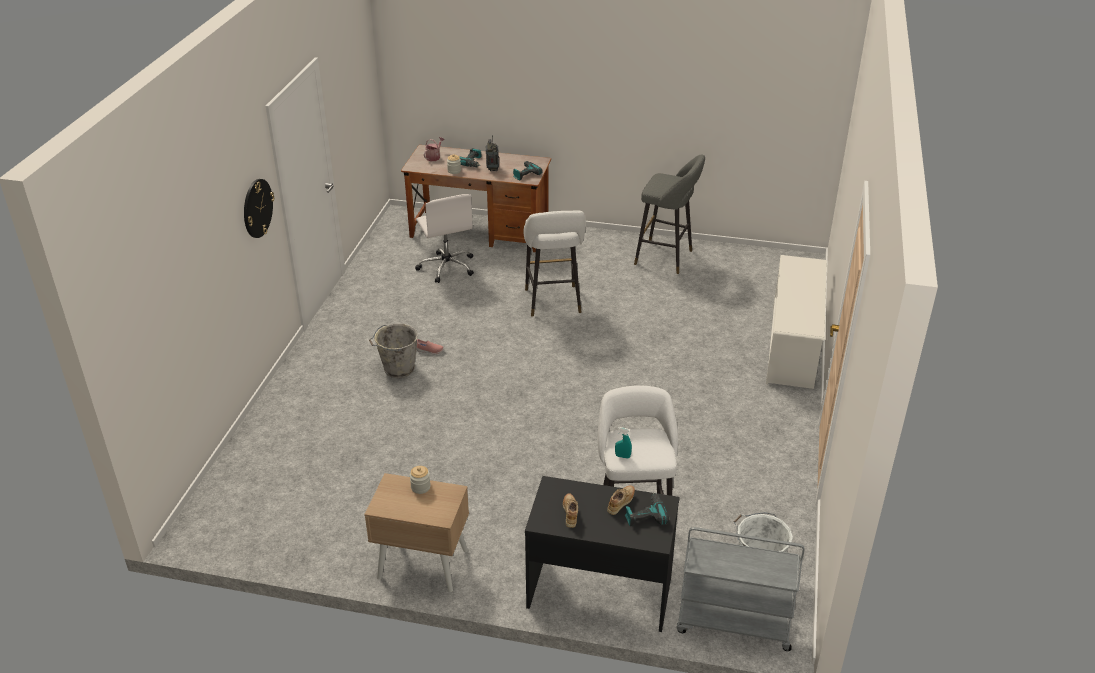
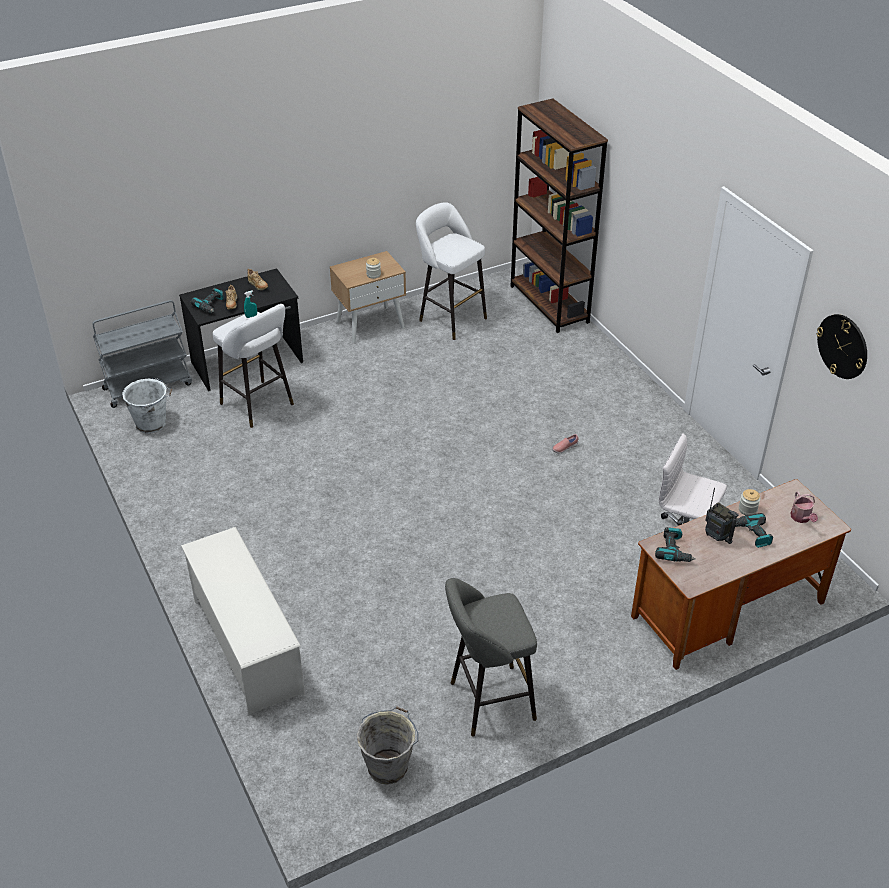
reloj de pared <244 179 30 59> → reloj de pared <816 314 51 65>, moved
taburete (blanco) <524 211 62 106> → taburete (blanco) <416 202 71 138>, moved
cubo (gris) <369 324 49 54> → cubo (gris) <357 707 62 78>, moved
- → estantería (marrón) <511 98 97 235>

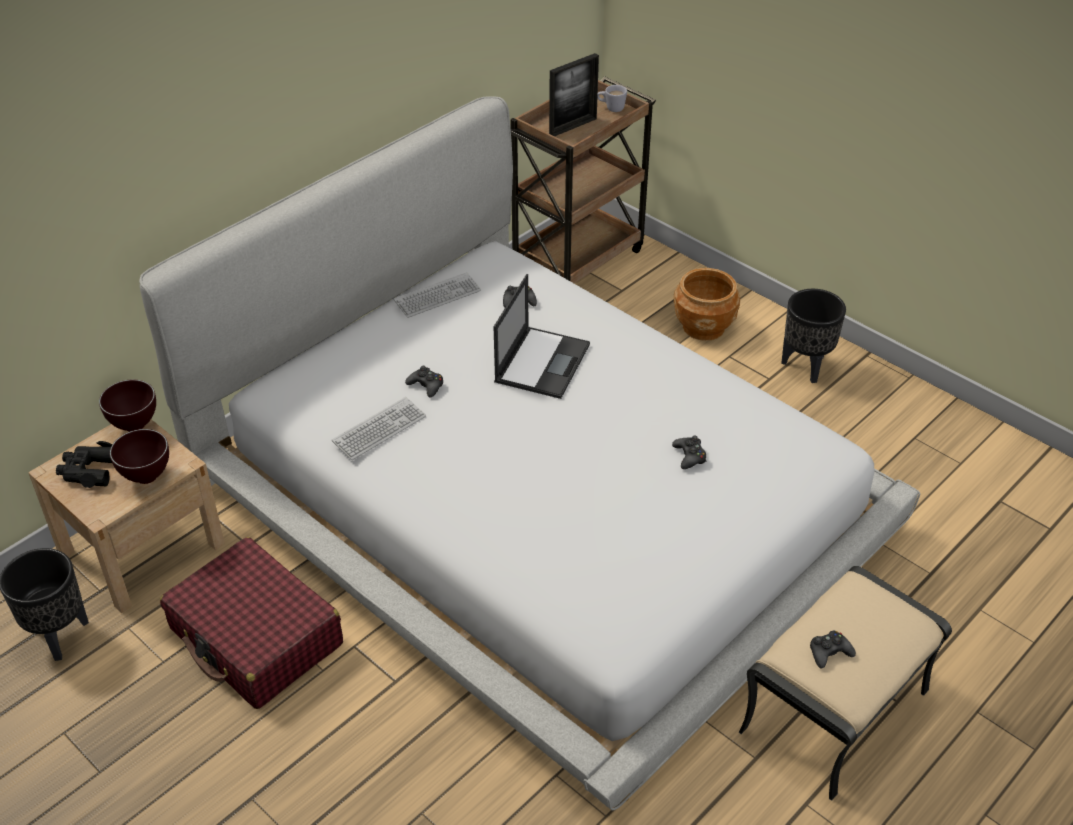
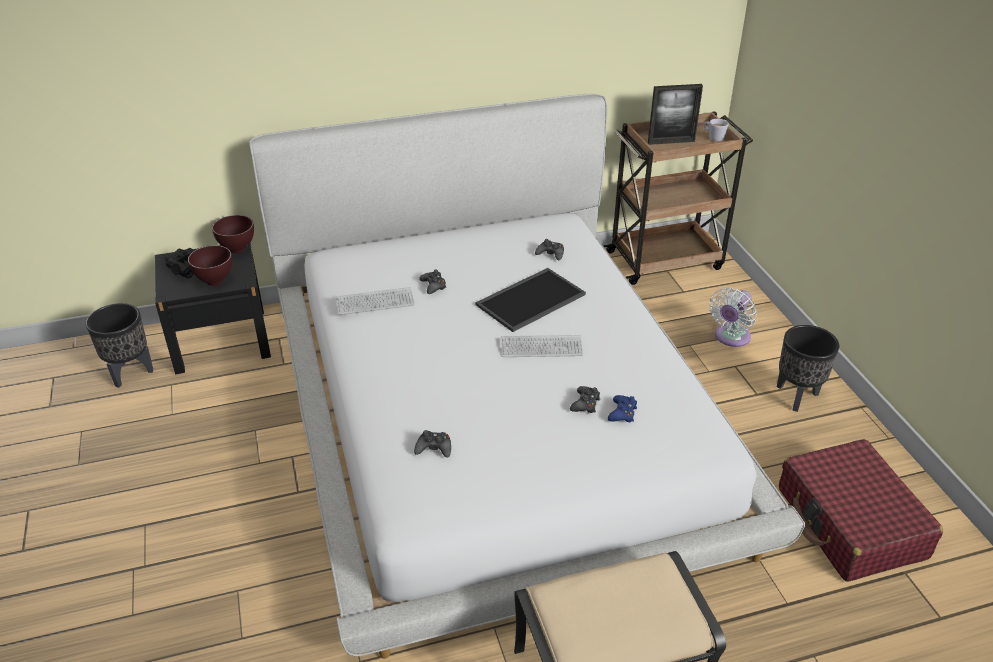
maceta (marrón) <674 268 66 73> → ventilador (blanco) <709 287 47 60>
teclado <394 272 87 46> → teclado <501 335 82 22>, moved
portátil <494 274 96 125> → bandeja <476 268 110 64>
mesita de noche (beis) <28 419 197 194> → mesita de noche (negro) <155 244 116 130>
maleta (rojo) <160 537 183 172> → maleta (rojo) <779 439 164 143>, moved
mando de consola (negro) <810 631 46 38> → mando de consola (negro) <414 430 37 28>, moved
- → mando de consola (azul) <608 395 29 27>

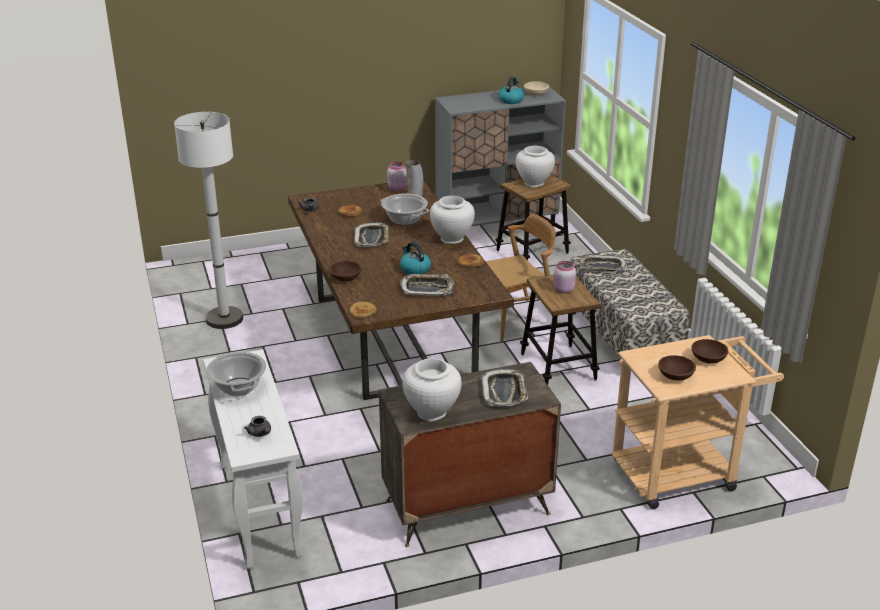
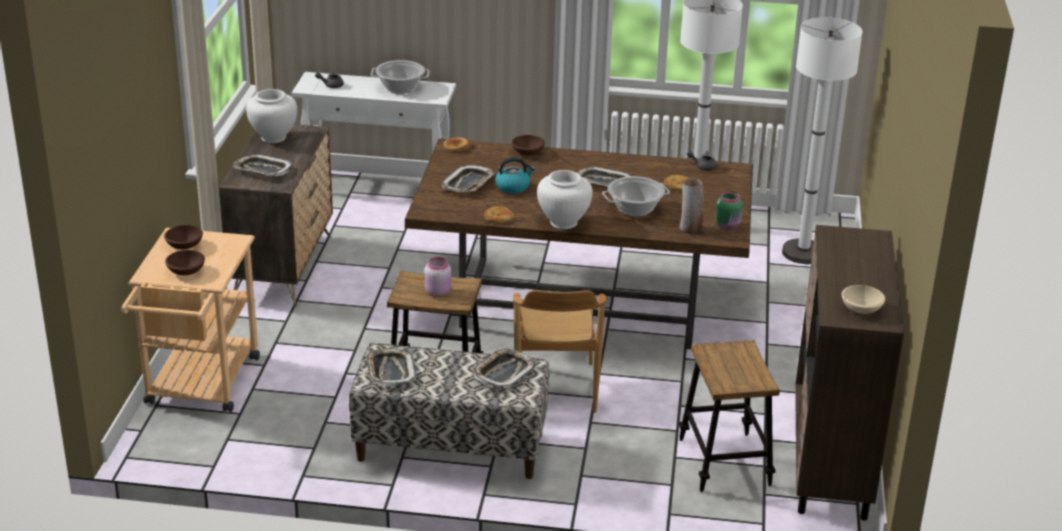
hervidor <499 77 25 27> → -
armario (gris) <435 87 131 140> → armario (marrón) <795 225 109 296>
florero (blanco) <516 146 39 42> → -
tarro (rosa) <387 162 20 29> → tarro (verde) <715 191 28 38>
- → lámpara de pie (blanco) <782 17 80 247>
- → bandeja <366 349 50 38>

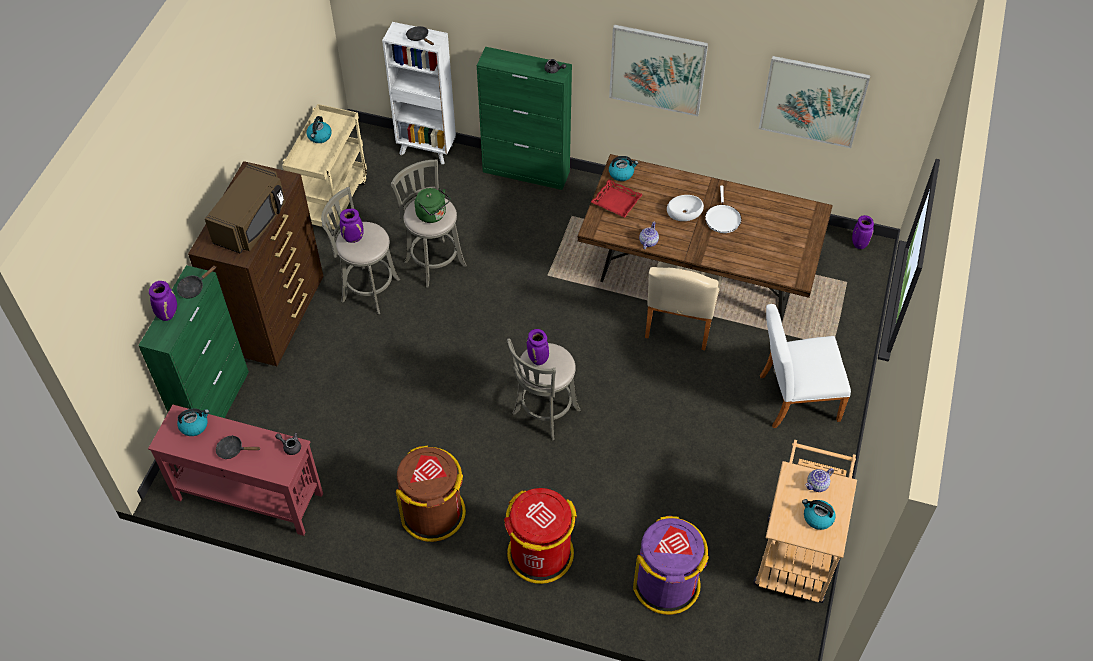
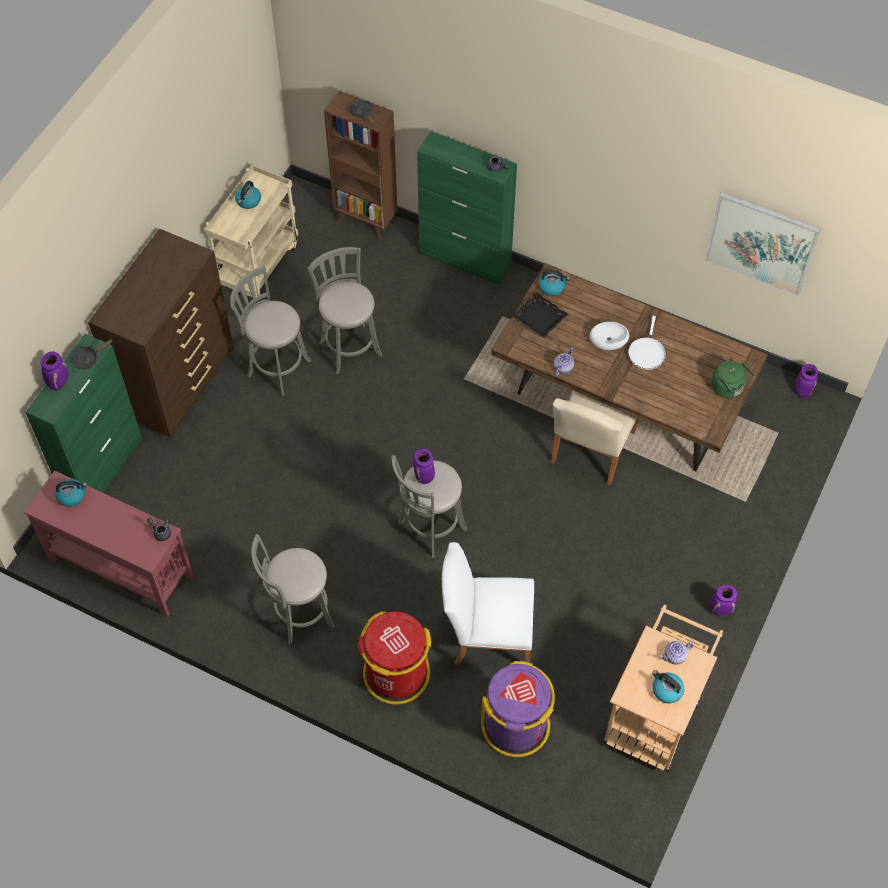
estantería (blanco) <382 22 74 142> → estantería (marrón) <324 91 73 148>
cuadro <609 24 99 92> → -
microondas (marrón) <205 163 81 90> → -
bandeja (rojo) <591 179 52 39> → bandeja (negro) <512 292 56 45>
hervidor (verde) <415 188 36 35> → hervidor (verde) <712 361 42 37>, moved
florero (morado) <340 209 24 34> → florero (morado) <710 585 27 31>, moved
silla (blanco) <760 304 91 124> → silla (blanco) <442 542 92 123>, moved
sartén (negro) <216 435 45 24> → -
papelera (marrón) <396 445 70 97> → taburete (gris) <251 534 84 111>

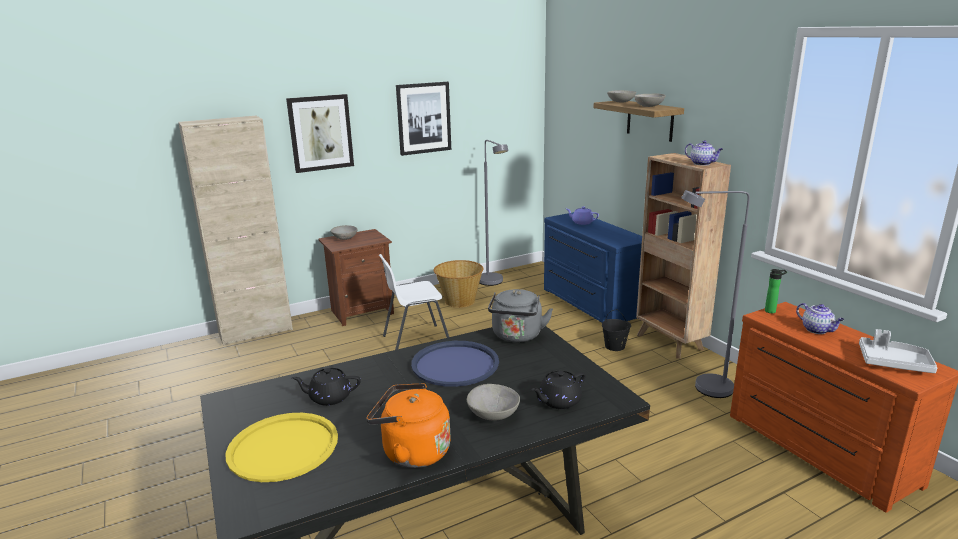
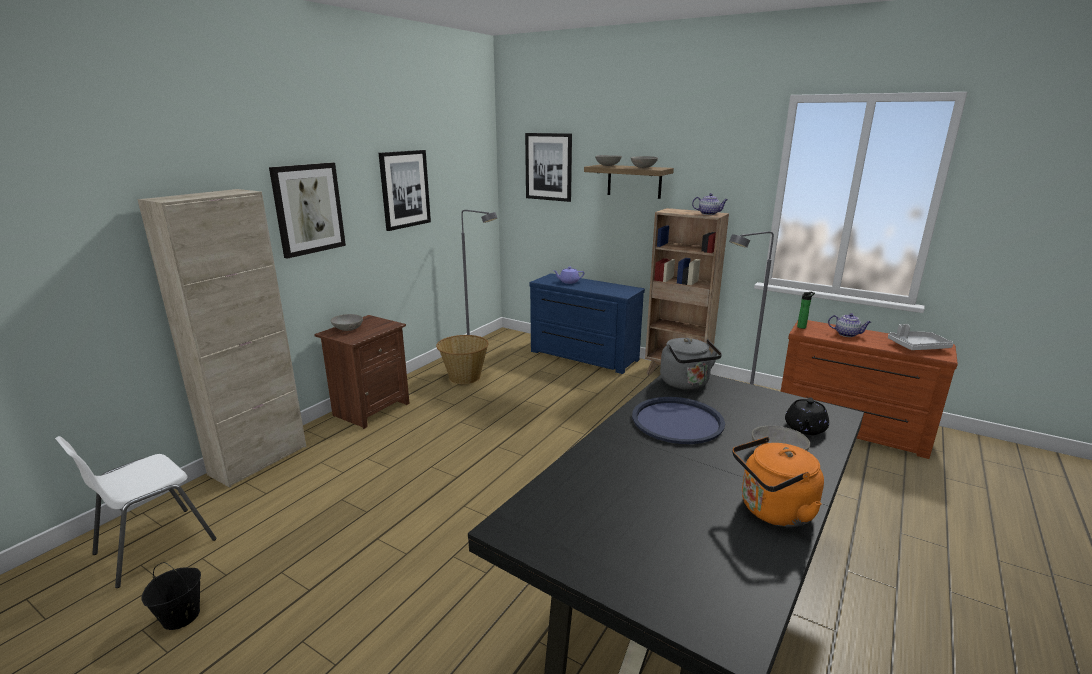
silla (blanco) <379 254 70 96> → silla (blanco) <55 436 162 152>, moved
cubo (negro) <602 309 29 42> → cubo (negro) <141 562 60 68>, moved
tetera (negro) <292 368 69 38> → -
bandeja (amarillo) <225 413 113 69> → -
- → cuadro <525 133 47 69>

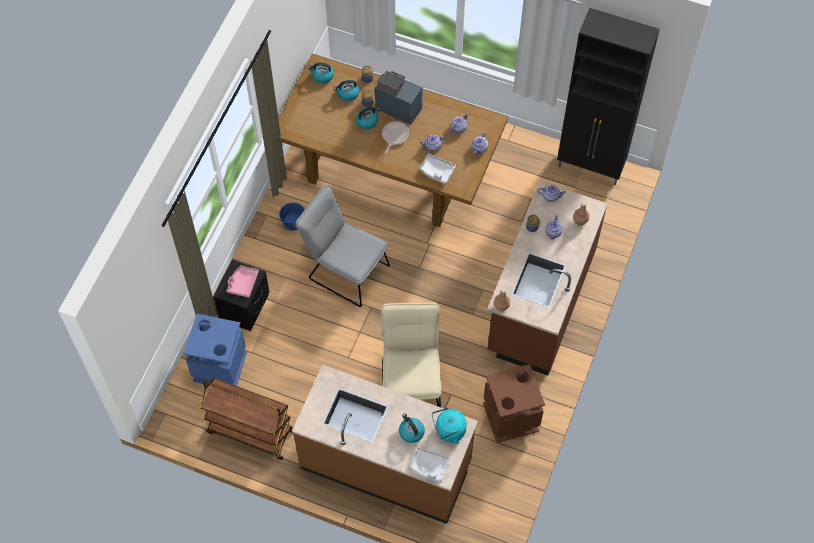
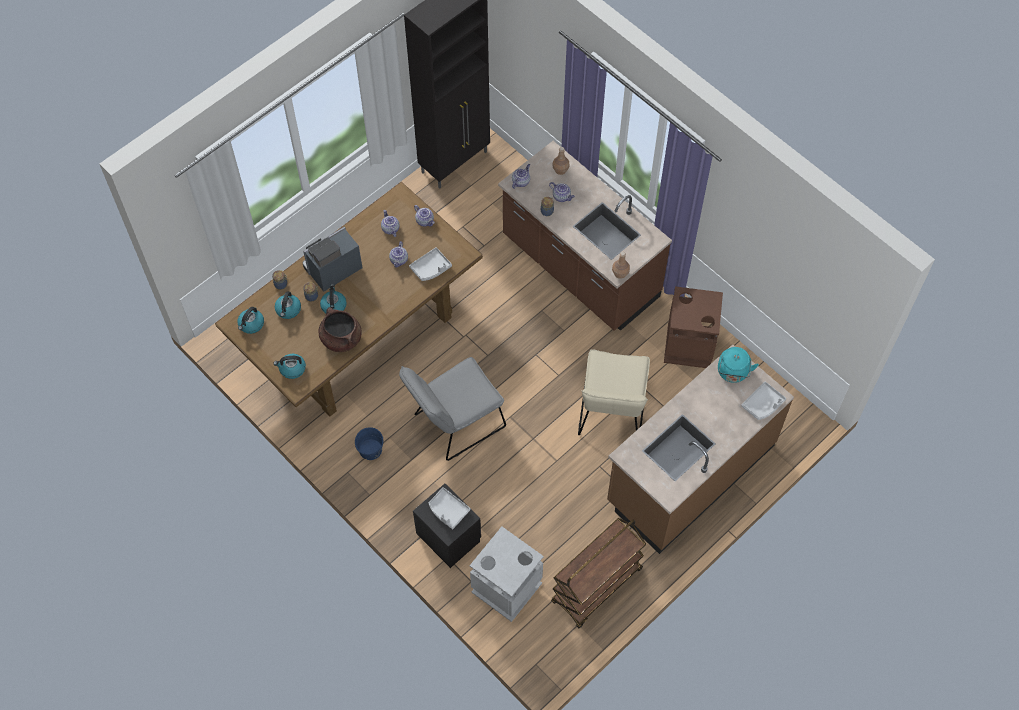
sartén <382 121 27 33> → -
bandeja (rosa) <227 265 32 33> → bandeja (gris) <429 487 42 42>
silla (beis) <380 302 61 105> → silla (beis) <578 349 72 86>, 105 degrees counterclockwise
papelera (azul) <184 314 63 72> → papelera (gris) <470 527 74 95>
hervidor <399 413 26 30> → hervidor <273 354 33 25>, moved
- → olla (marrón) <318 307 44 45>

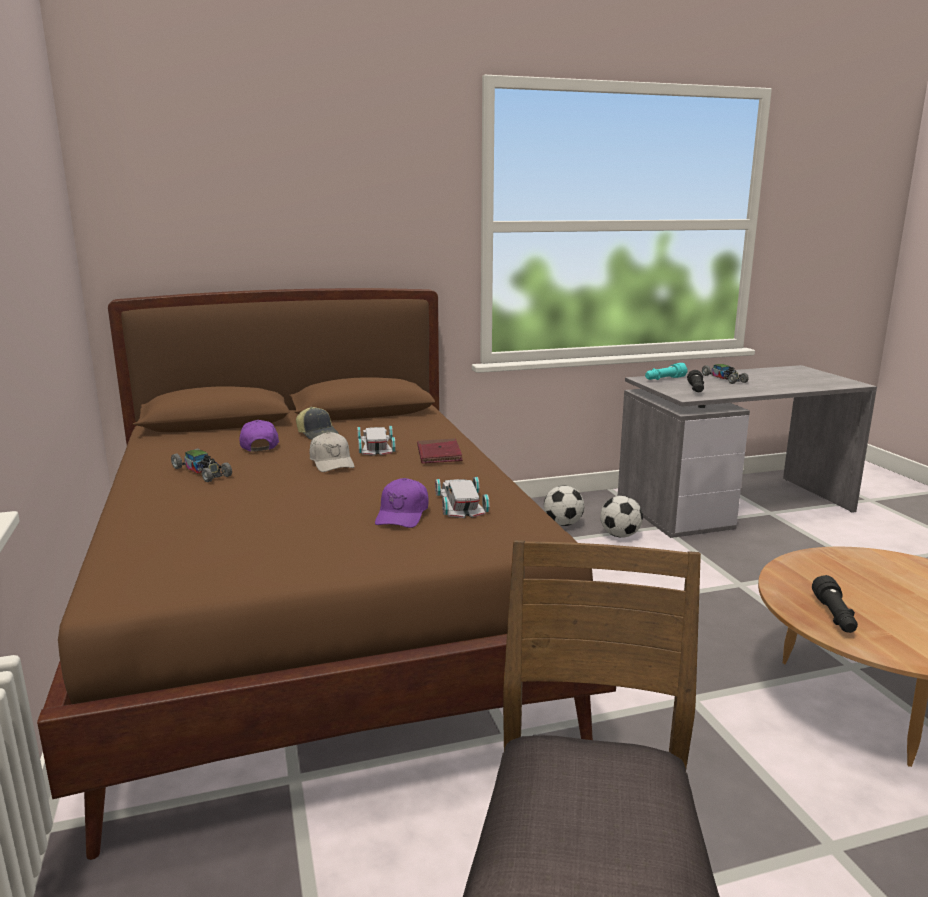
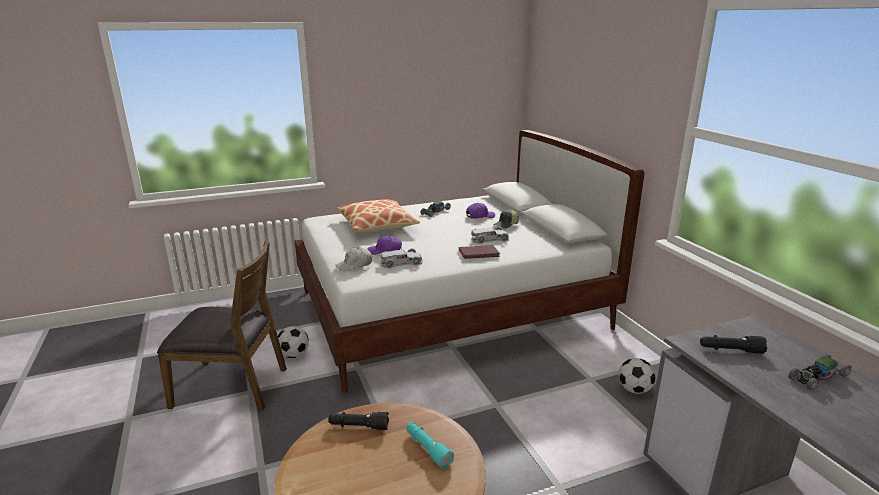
cama (marrón) <37 288 579 572> → cama (blanco) <295 130 349 263>
linterna (turquesa) <645 363 43 17> → linterna (turquesa) <407 422 47 47>, moved
gorra (blanco) <309 432 46 40> → gorra (blanco) <335 247 37 25>, moved
balón de fútbol <600 496 43 42> → balón de fútbol <278 326 31 32>, moved
- → cojín <336 200 84 32>

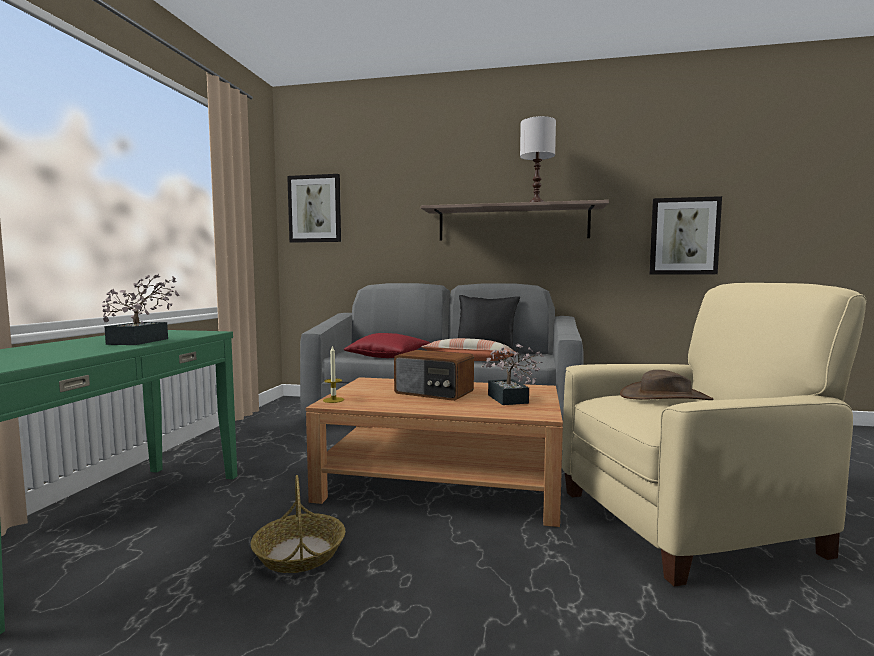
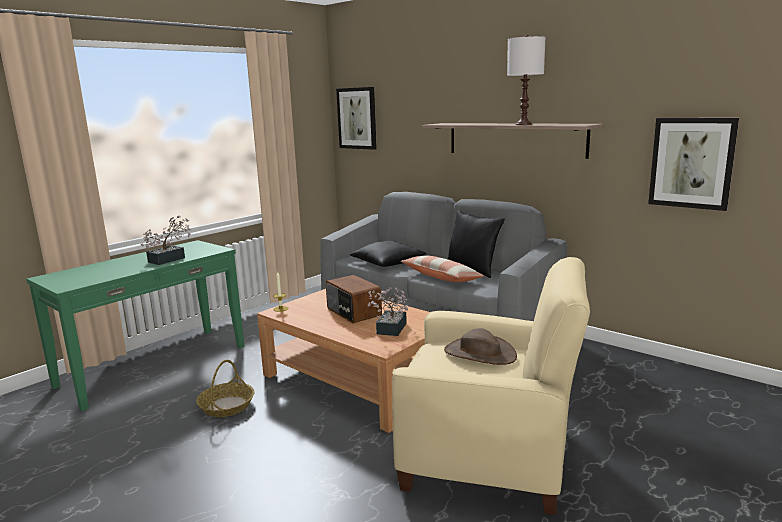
cojín (rojo) <343 333 87 25> → cojín (negro) <350 241 76 26>

